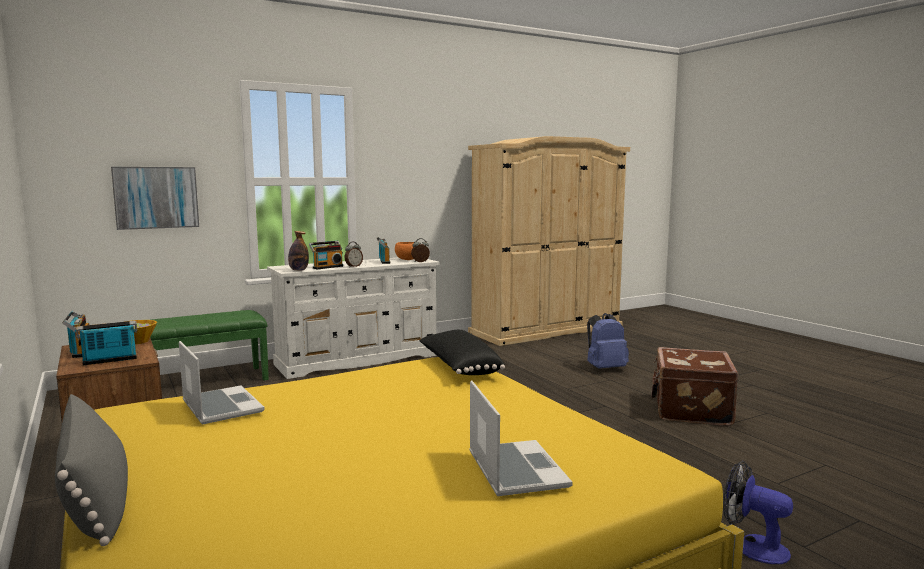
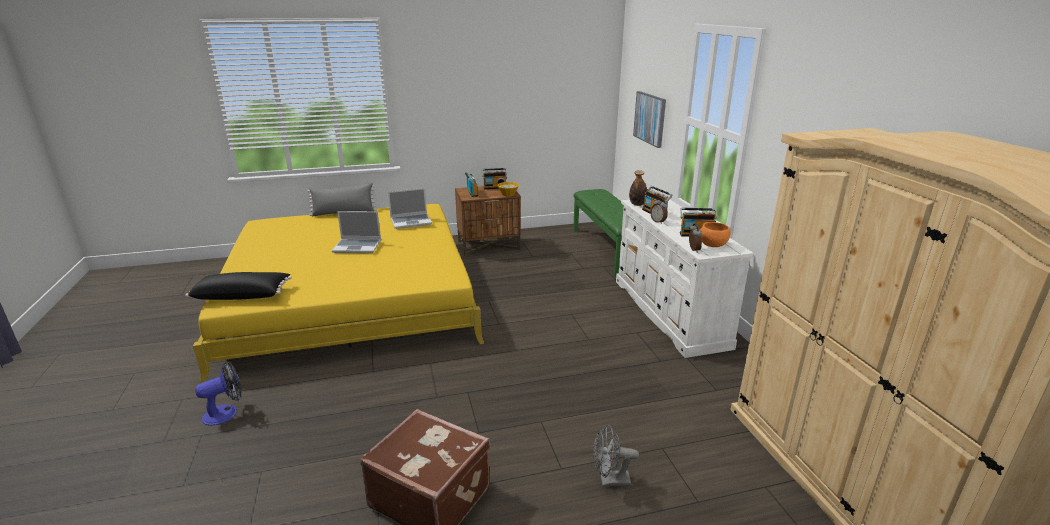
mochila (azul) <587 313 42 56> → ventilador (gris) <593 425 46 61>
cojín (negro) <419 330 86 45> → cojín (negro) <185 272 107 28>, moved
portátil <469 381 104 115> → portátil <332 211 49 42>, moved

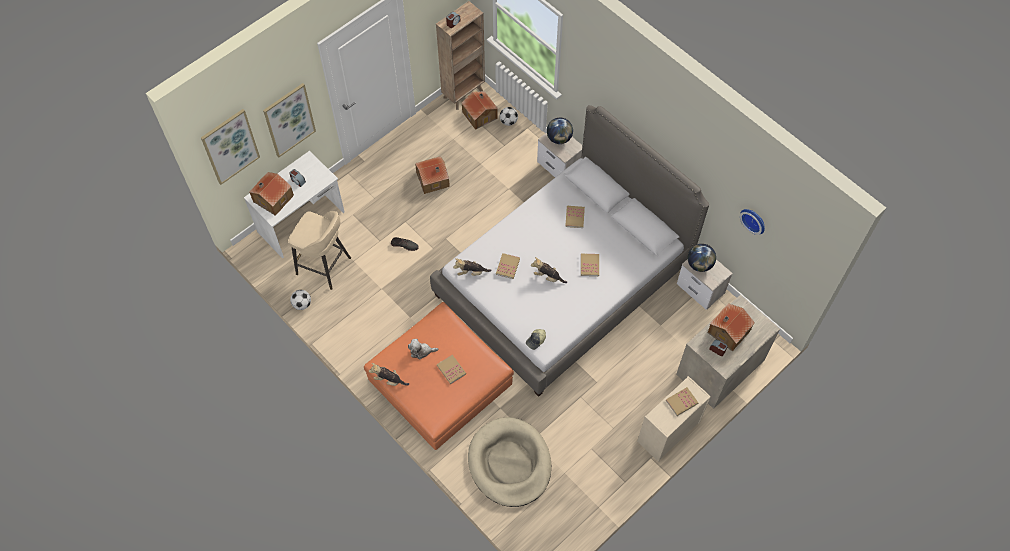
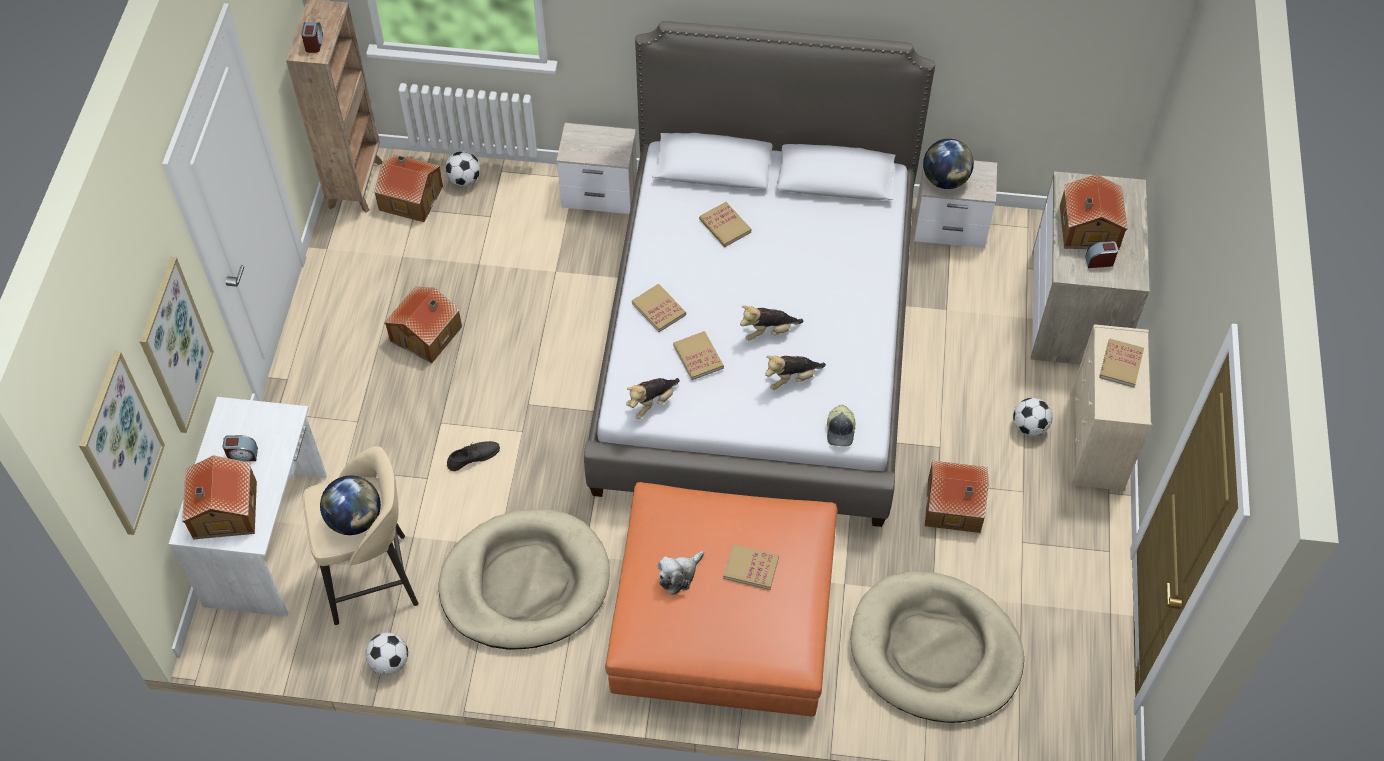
globo terráqueo <547 118 26 26> → globo terráqueo <320 476 61 59>, moved
reloj de pared <740 209 25 26> → -
libro <581 253 18 23> → libro <632 284 54 48>, moved
peluche <369 363 40 23> → peluche <766 356 60 34>, moved
- → balón de fútbol <1013 398 40 38>
- → casita <925 461 64 72>
- → cama para perro (beis) <439 509 171 141>

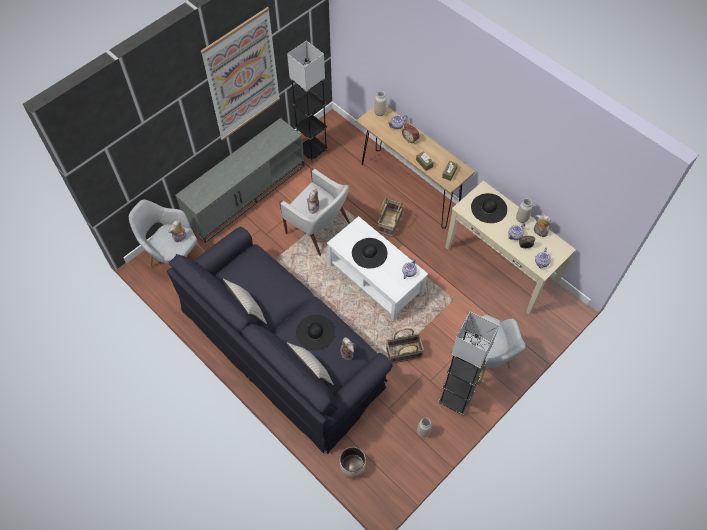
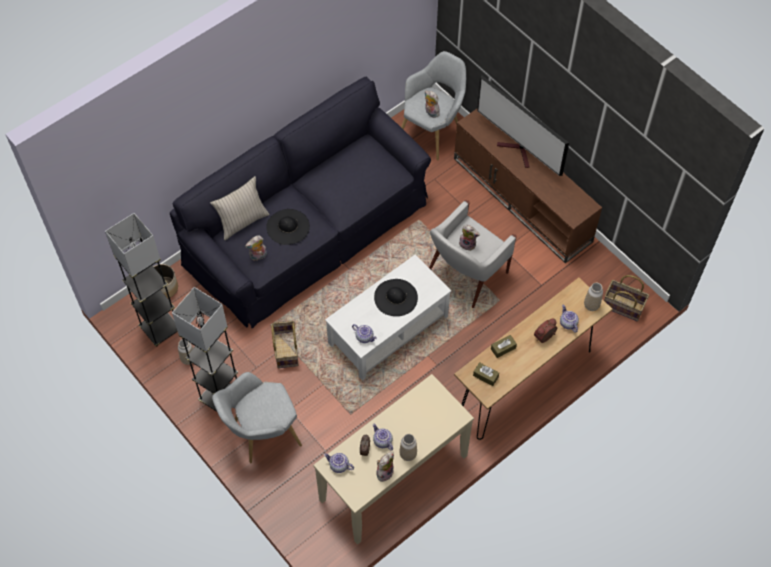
cuadro <201 7 79 134> → -
lámpara de pie (gris) <287 40 41 122> → lámpara de pie (gris) <105 213 73 133>, moved
mueble de televisión (gris) <175 118 130 125> → mueble de televisión (marrón) <454 108 148 155>
sombrero (negro) <471 193 36 30> → -
cesta <378 197 26 40> → cesta <604 275 45 46>, moved
cojín (beis) <223 279 44 45> → -
- → televisor <477 75 92 101>

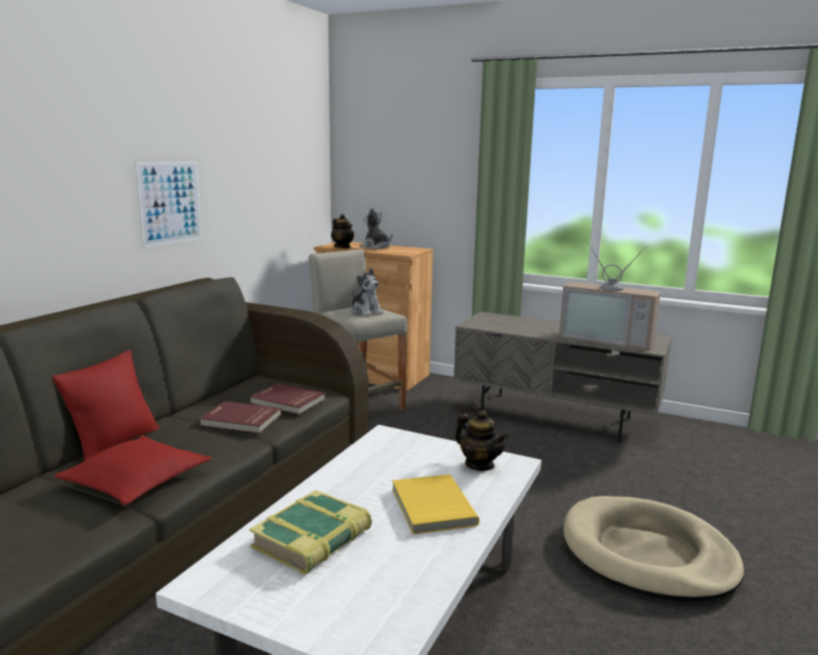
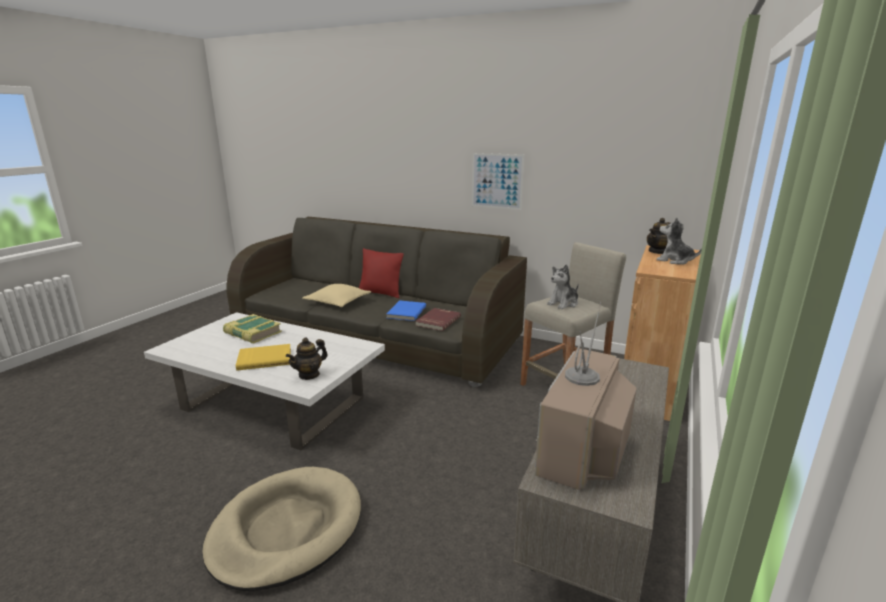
peluche <360 207 33 42> → peluche <656 217 46 48>, 90 degrees counterclockwise
libro (rojo) <200 401 82 33> → libro (azul) <386 300 40 21>
cojín (rojo) <54 435 158 70> → cojín (beis) <302 284 69 23>

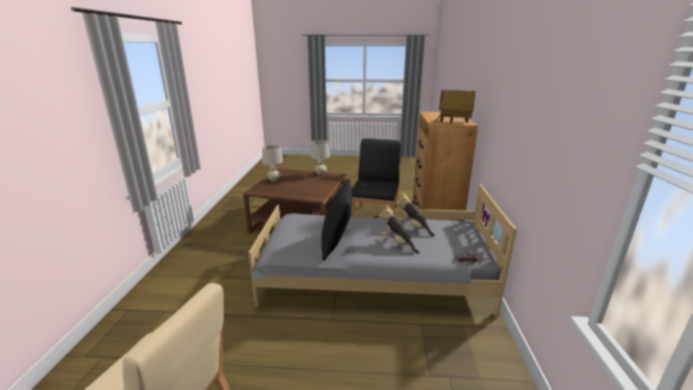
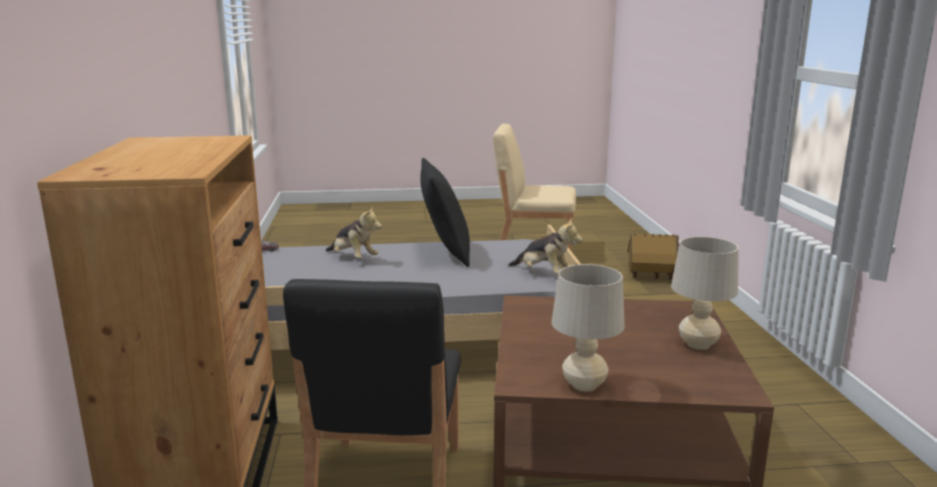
casita <434 90 41 33> → casita <628 233 51 47>, moved
peluche <396 193 39 43> → peluche <509 218 74 56>, moved

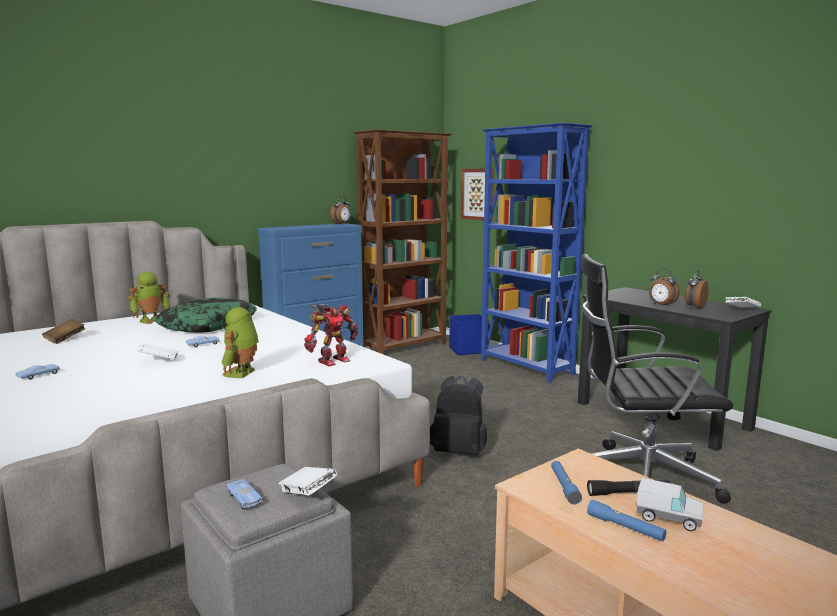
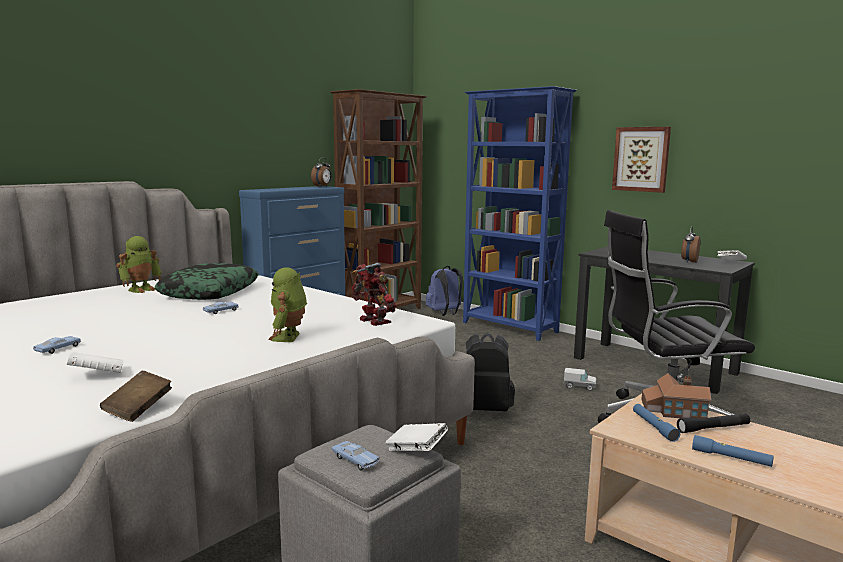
cuadro <461 168 33 53> → cuadro <612 127 59 66>, moved
despertador <649 268 31 39> → -
robot de juguete <304 304 54 62> → robot de juguete <351 263 46 63>, 75 degrees counterclockwise
caja de almacenaje (azul) <449 314 40 41> → mochila (azul) <426 266 37 50>
libro (marrón) <42 319 43 25> → libro (marrón) <100 371 72 51>, moved
libro (blanco) <137 343 42 17> → libro (blanco) <66 352 58 21>, moved
camión de juguete <636 478 68 53> → camión de juguete <564 368 32 23>, moved
- → casita <641 373 70 45>

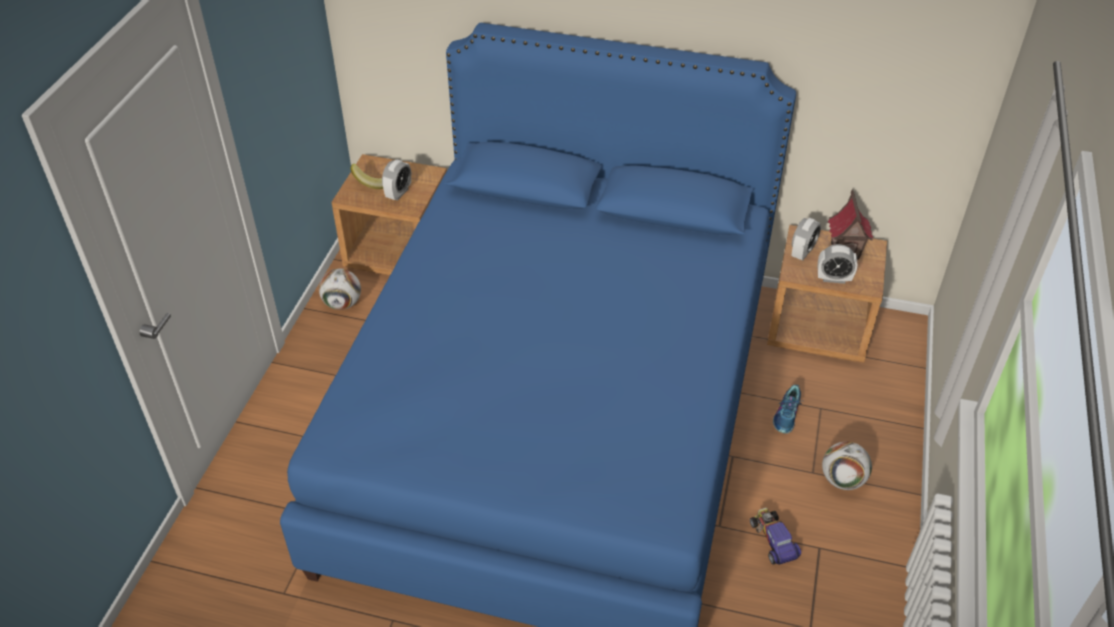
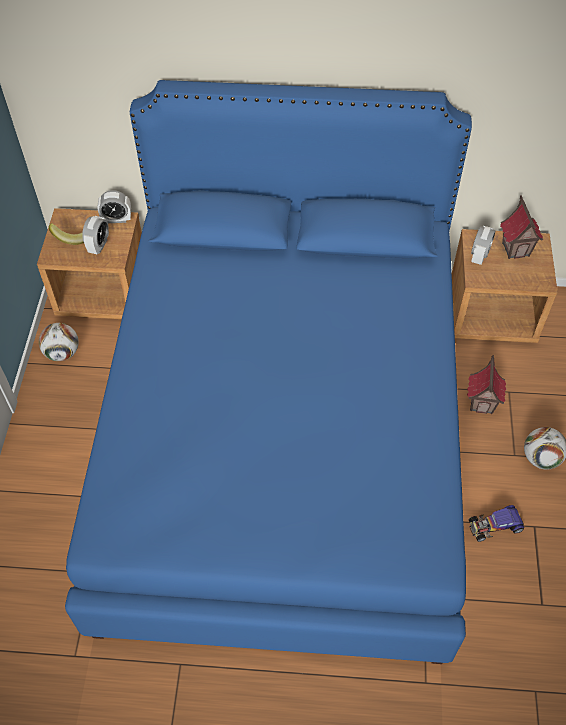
despertador <818 244 39 40> → despertador <97 190 34 33>, moved
zapato <773 385 28 49> → casita <467 355 39 59>
coche de juguete <750 508 51 57> → coche de juguete <468 505 56 37>, 75 degrees counterclockwise

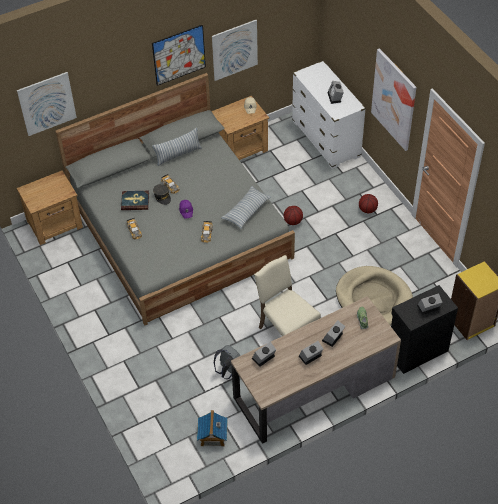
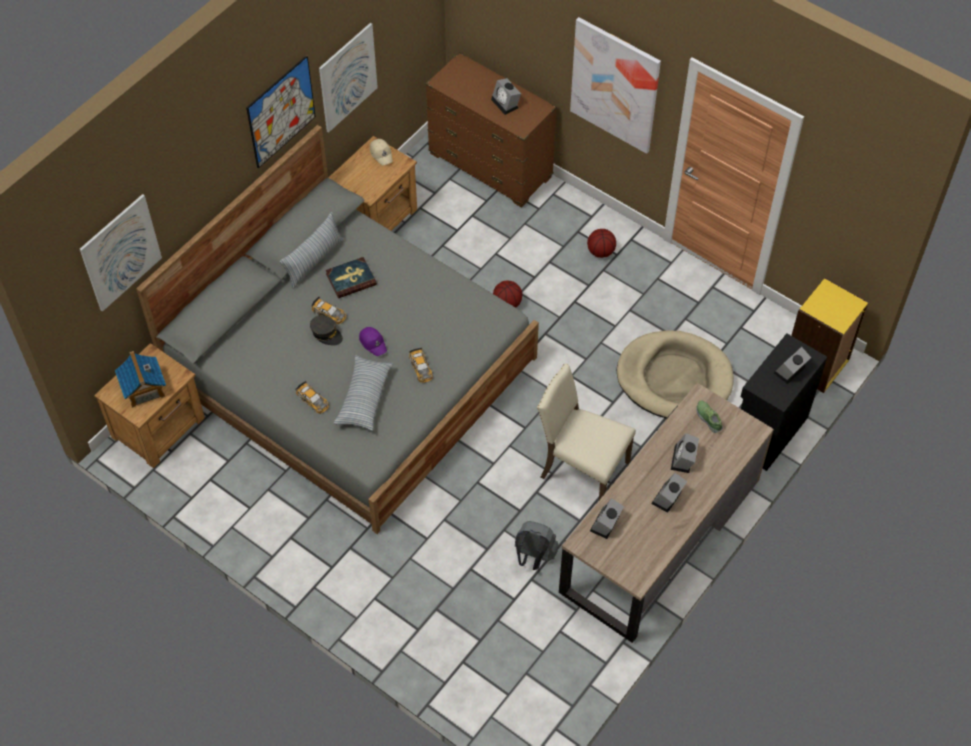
cómoda (blanco) <292 61 74 108> → cómoda (marrón) <426 52 131 156>
cojín <221 186 50 43> → cojín <334 355 59 76>, moved
libro <121 191 28 19> → libro <326 257 51 41>, moved
casita <197 410 31 37> → casita <115 351 51 57>, moved

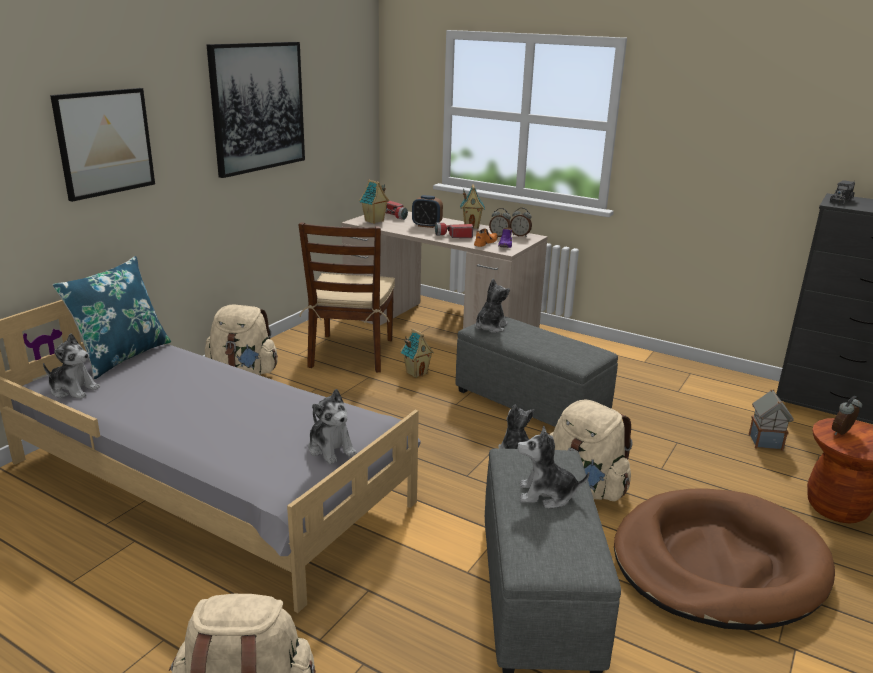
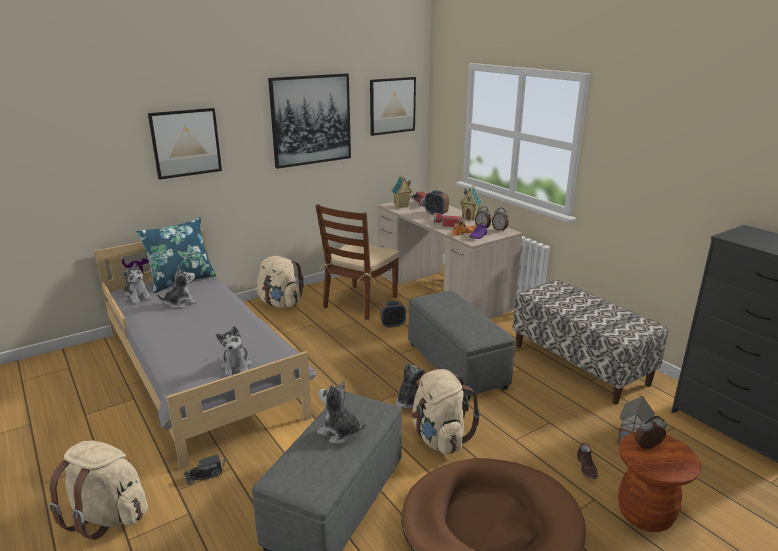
camión de juguete <830 180 25 25> → camión de juguete <183 454 42 31>, moved
peluche <475 279 35 54> → peluche <157 265 40 44>, moved
casita <400 329 34 49> → despertador <380 301 26 27>
- → cuadro <370 77 46 59>
- → banco <513 280 155 124>
- → zapato (marrón) <577 443 21 36>

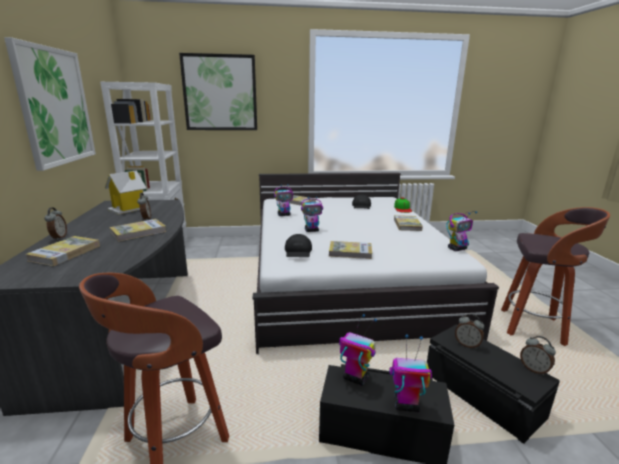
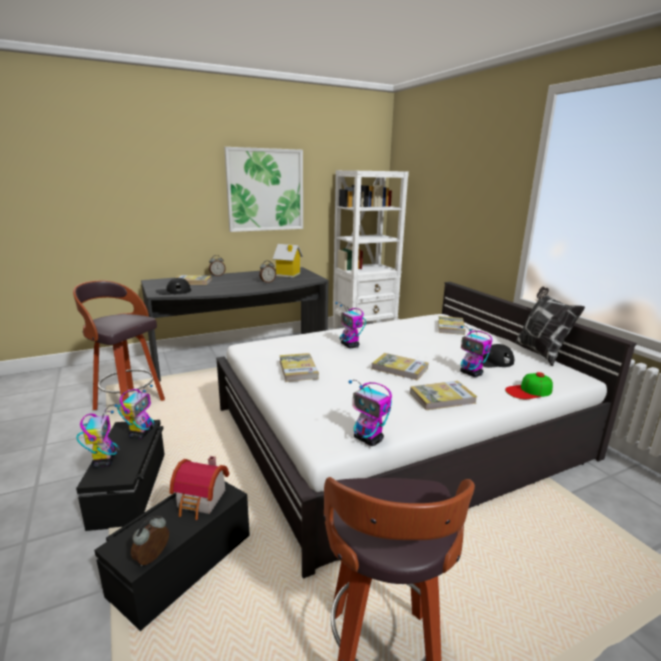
cuadro <179 53 78 77> → -
robot de juguete <274 184 19 32> → robot de juguete <460 326 32 51>, moved
libro <109 219 58 23> → libro <372 353 57 28>, moved
gorra (negro) <285 234 27 23> → gorra (negro) <156 278 35 17>, moved
despertador <455 314 29 35> → casita <170 456 59 64>
- → cojín <515 287 70 79>

